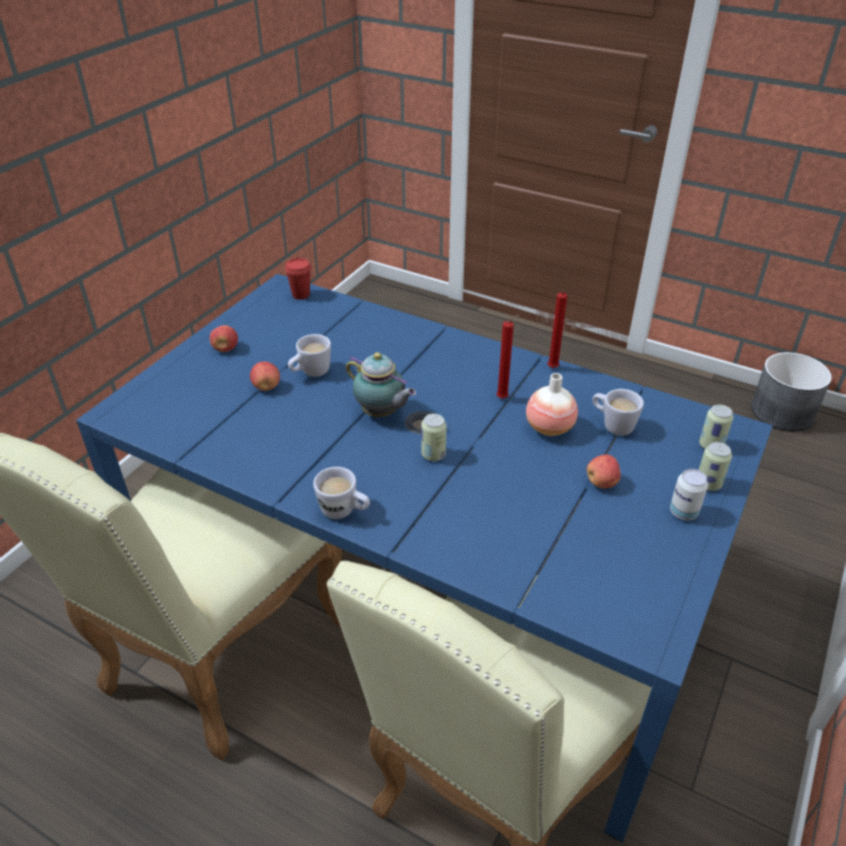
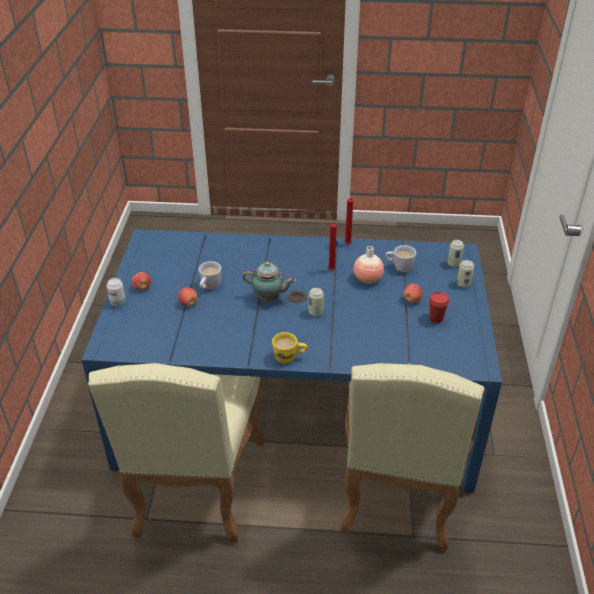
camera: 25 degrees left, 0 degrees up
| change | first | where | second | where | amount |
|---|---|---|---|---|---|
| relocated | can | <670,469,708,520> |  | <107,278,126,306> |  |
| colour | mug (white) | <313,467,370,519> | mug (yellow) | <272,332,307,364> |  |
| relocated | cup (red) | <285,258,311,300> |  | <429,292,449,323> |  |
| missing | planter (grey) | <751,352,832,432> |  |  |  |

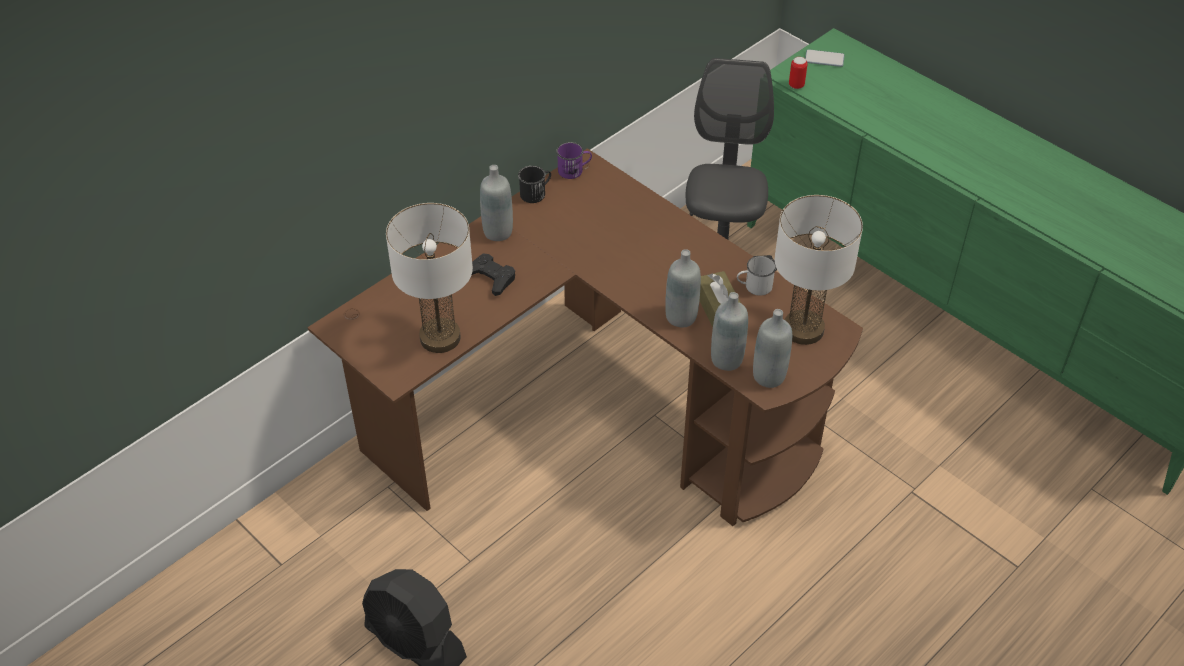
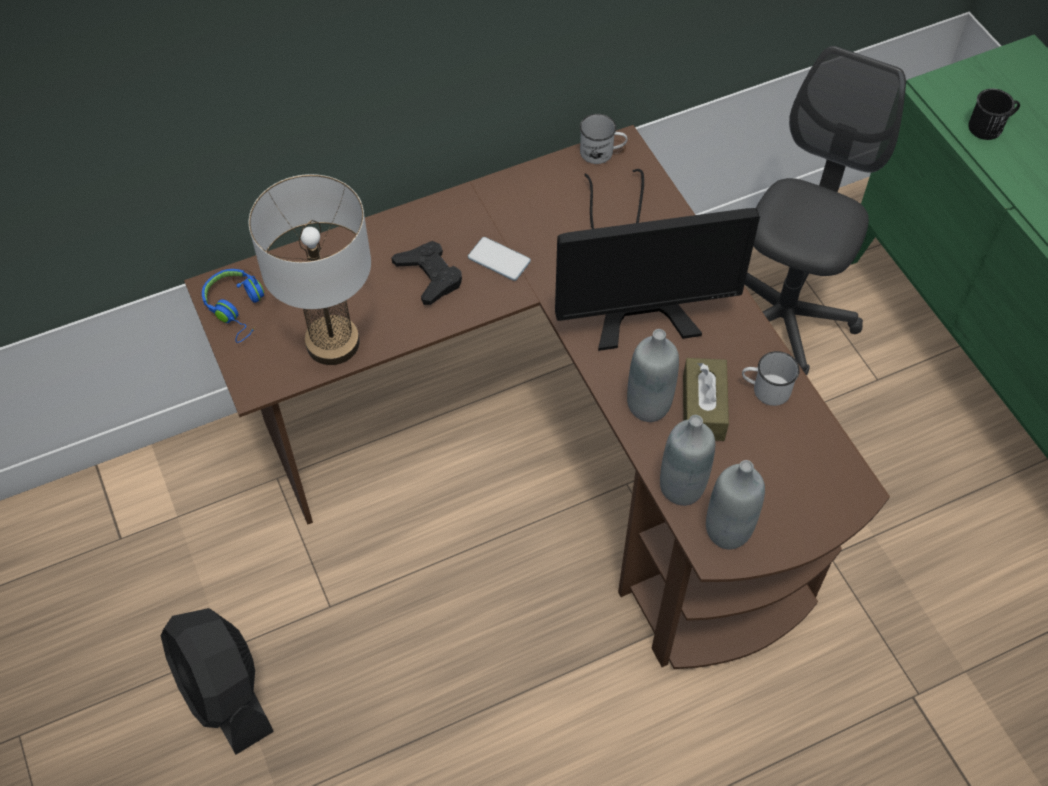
camera: 20 degrees right, 10 degrees up
| change | first | where | second | where | amount |
|---|---|---|---|---|---|
| appeared |  |  | headphones (blue) | <202,269,264,343> |  |
| relocated | phone | <805,49,845,67> |  | <468,237,531,281> |  |
| appeared |  |  | monitor | <555,169,760,351> |  |
| colour | mug (purple) | <556,142,592,179> | mug (white) | <580,114,628,164> |  |
| relocated | mug (black) | <518,166,551,203> |  | <968,89,1020,140> |  |
| missing | bottle (grey) | <480,165,513,241> |  |  |  |
| missing | table lamp | <775,195,863,345> |  |  |  |
| missing | can | <789,57,808,89> |  |  |  |

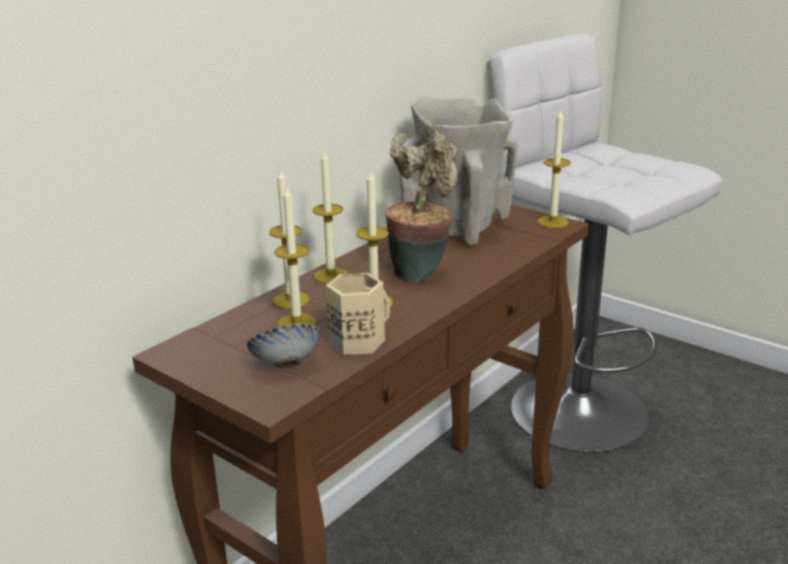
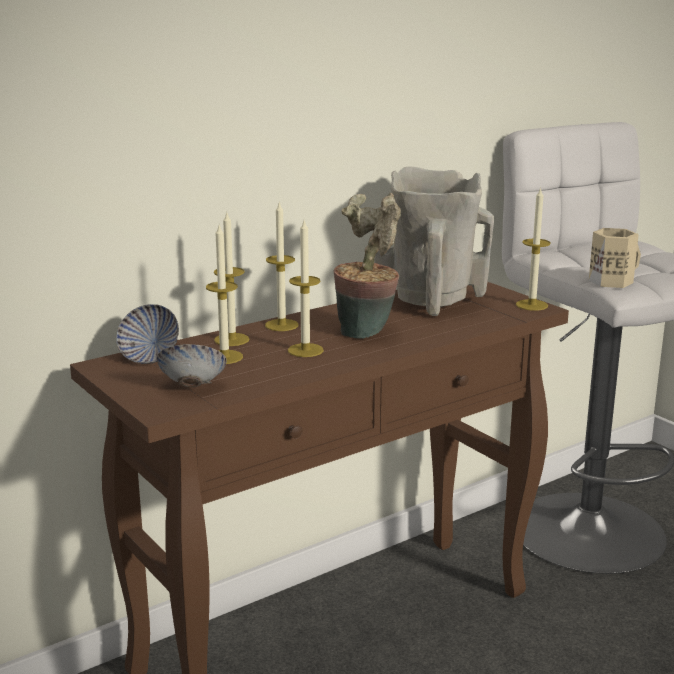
camera: 15 degrees right, 5 degrees down
| change | first | where | second | where | amount |
|---|---|---|---|---|---|
| appeared |  |  | bowl | <116,304,179,364> |  |
| relocated | mug (beige) | <326,273,390,355> |  | <589,228,641,288> |  |

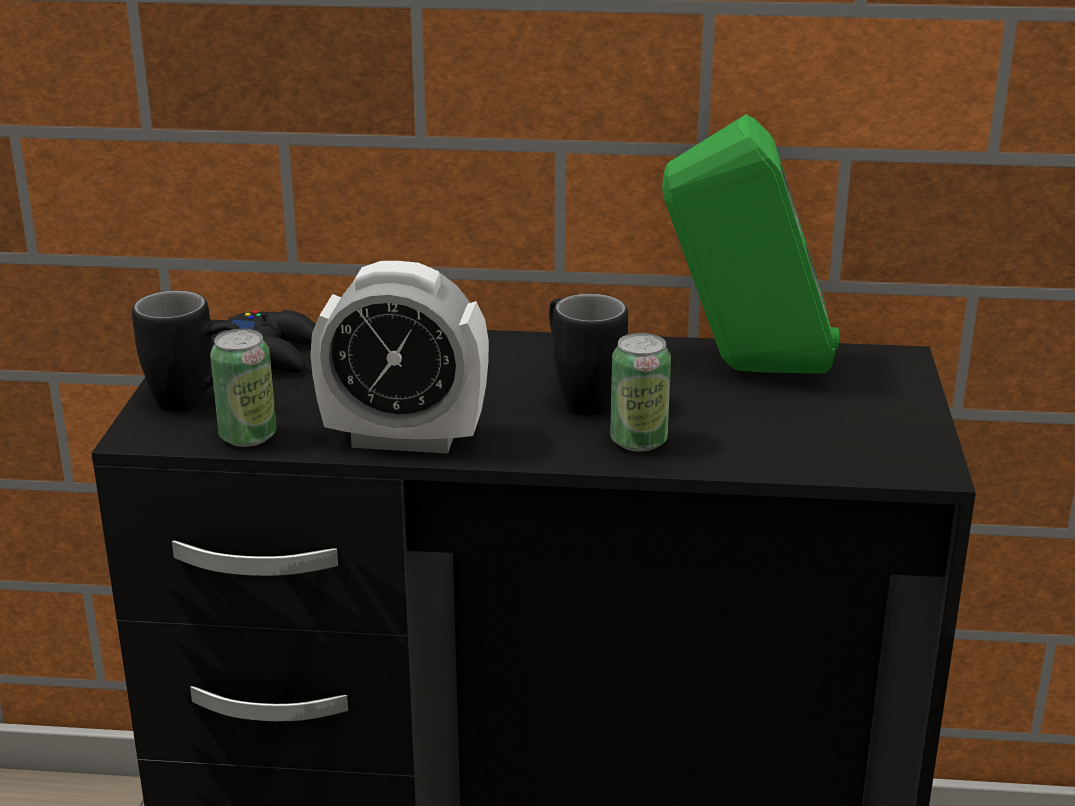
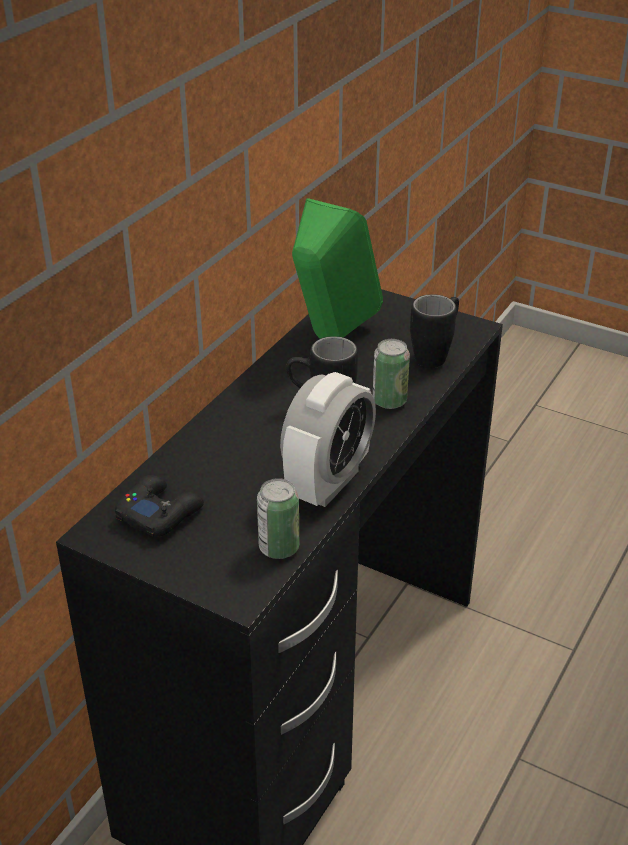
camera: 65 degrees left, 10 degrees up
| change | first | where | second | where | amount |
|---|---|---|---|---|---|
| relocated | mug (black) | <132,291,240,412> |  | <410,294,459,368> |  |

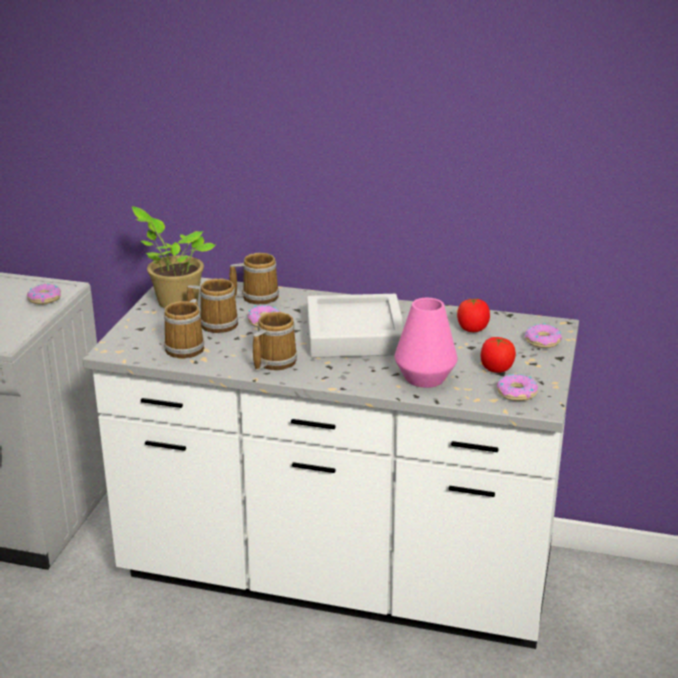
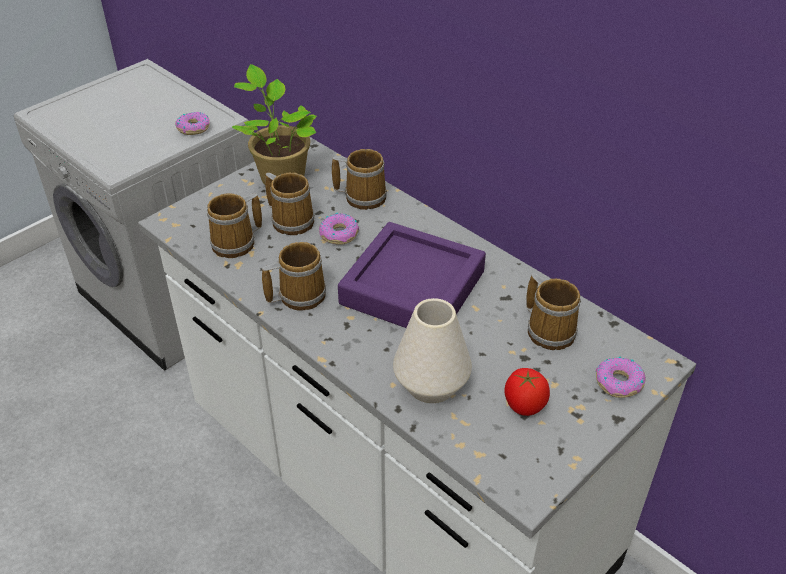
camera: 30 degrees right, 15 degrees up
| change | first | where | second | where | amount |
|---|---|---|---|---|---|
| colour | tray (grey) | <307,294,404,358> | tray (purple) | <338,222,486,328> |  |
| colour | vase (pink) | <395,298,457,388> | vase (white) | <393,298,472,403> |  |
| exchanged | tomato | <457,298,490,332> | mug | <526,273,581,350> |  |
| missing | donut | <497,374,538,401> |  |  |  |

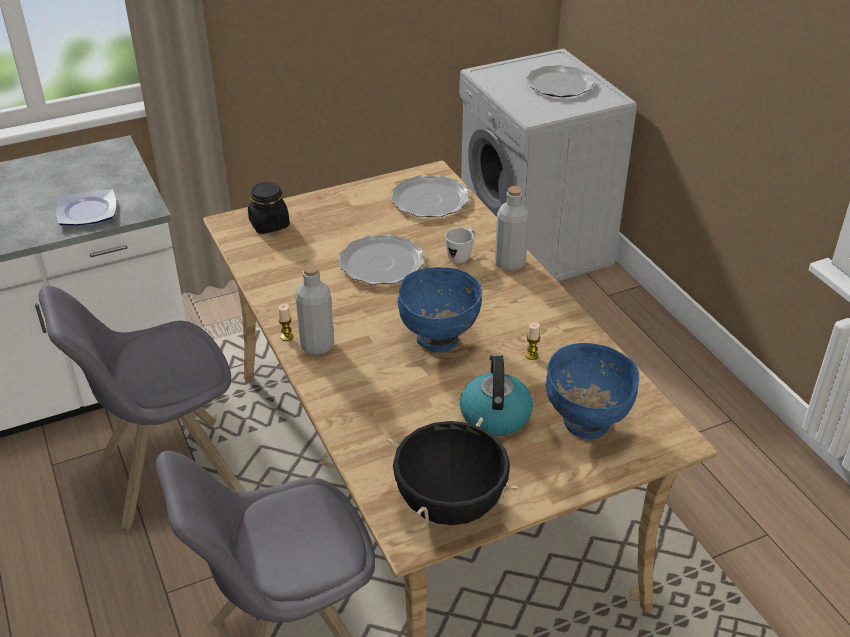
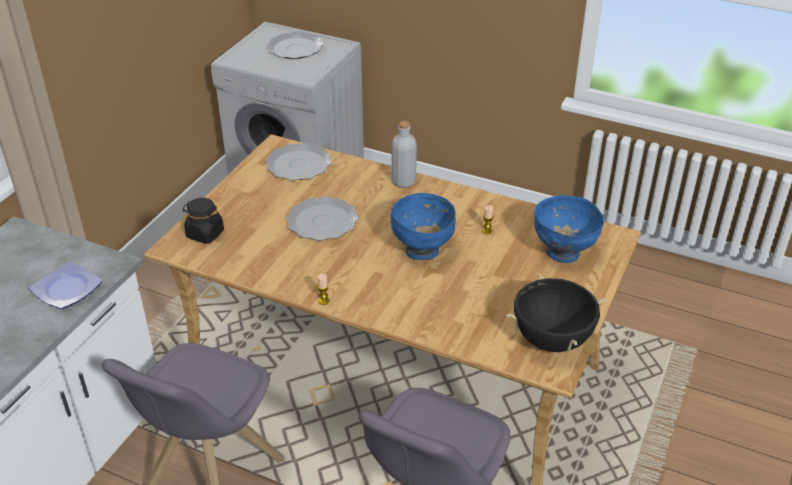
camera: 40 degrees left, 0 degrees up
| change | first | where | second | where | amount |
|---|---|---|---|---|---|
| missing | bottle (grey) | <295,264,334,355> |  |  |  |
| missing | mug (white) | <445,228,475,263> |  |  |  |
| missing | kettle | <460,354,533,436> |  |  |  |

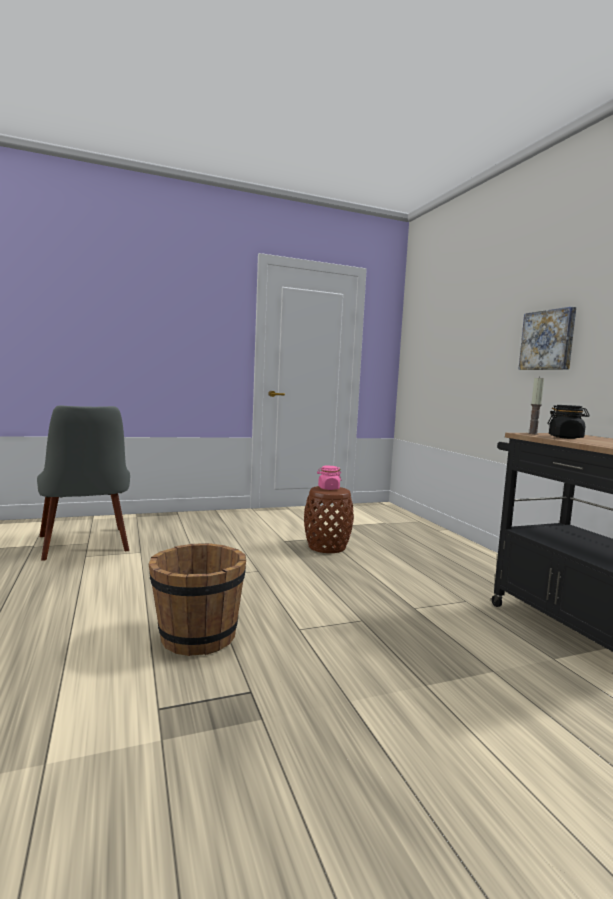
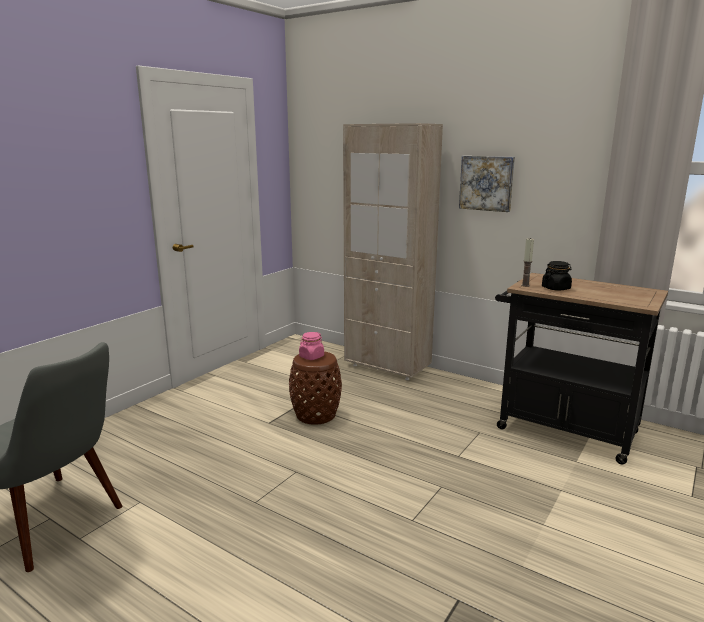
camera: 35 degrees left, 10 degrees up
| change | first | where | second | where | amount |
|---|---|---|---|---|---|
| appeared |  |  | cabinet (beige) | <343,123,443,380> |  |
| missing | bucket (brown) | <149,543,246,656> |  |  |  |

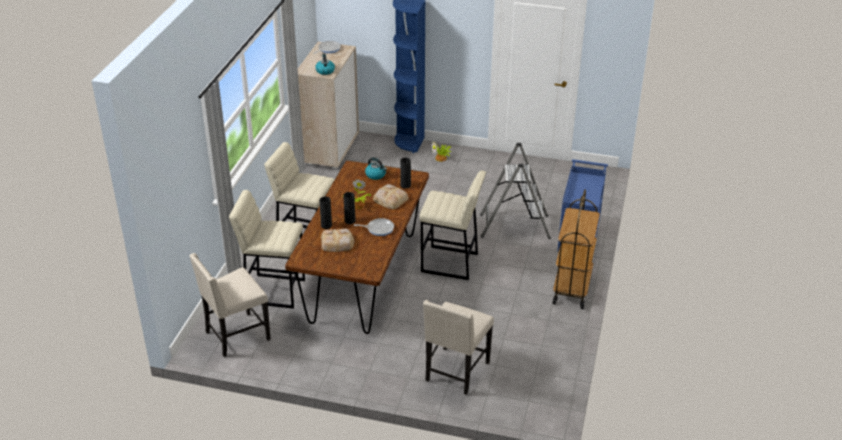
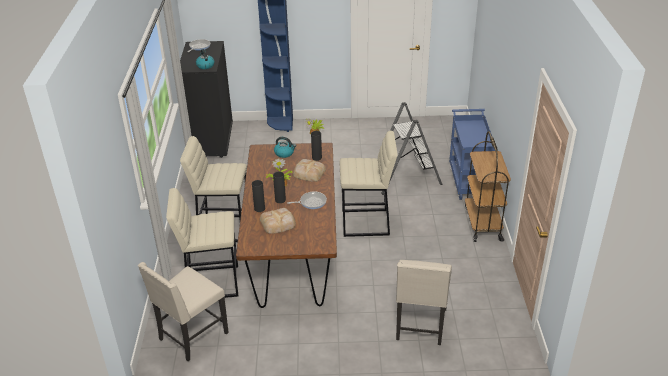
camera: 15 degrees left, 0 degrees up
| change | first | where | second | where | amount |
|---|---|---|---|---|---|
| colour | cabinet (beige) | <298,42,359,169> | cabinet (black) | <180,41,233,158> |  |

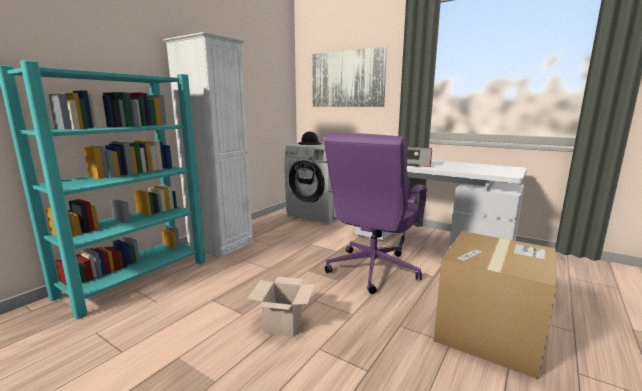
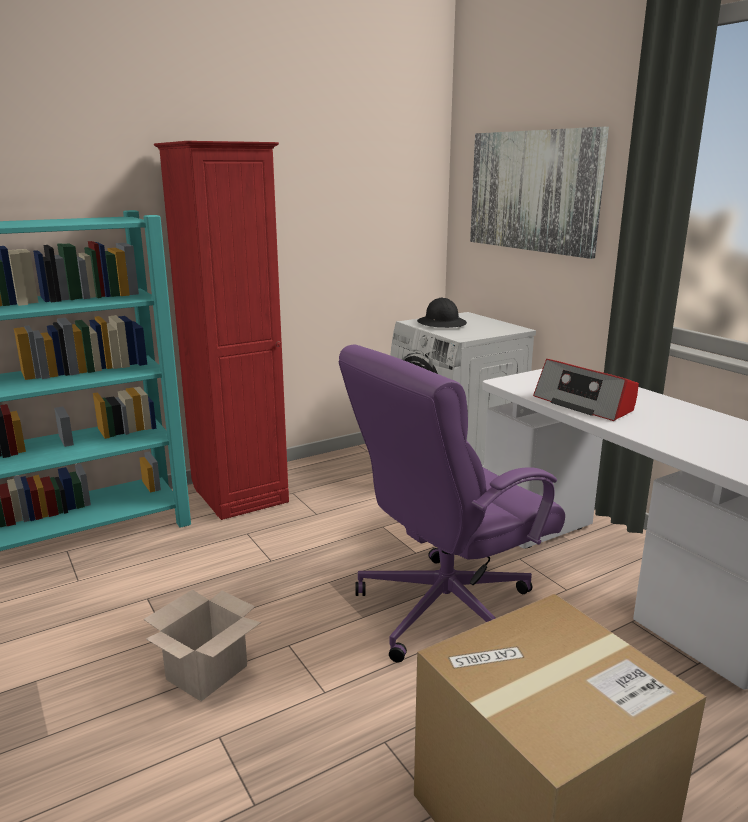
camera: 25 degrees right, 5 degrees up
| change | first | where | second | where | amount |
|---|---|---|---|---|---|
| colour | cabinet (white) | <163,32,253,257> | cabinet (red) | <154,141,289,520> |  |

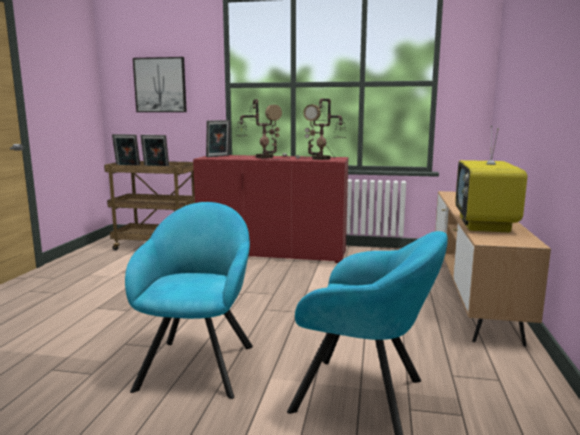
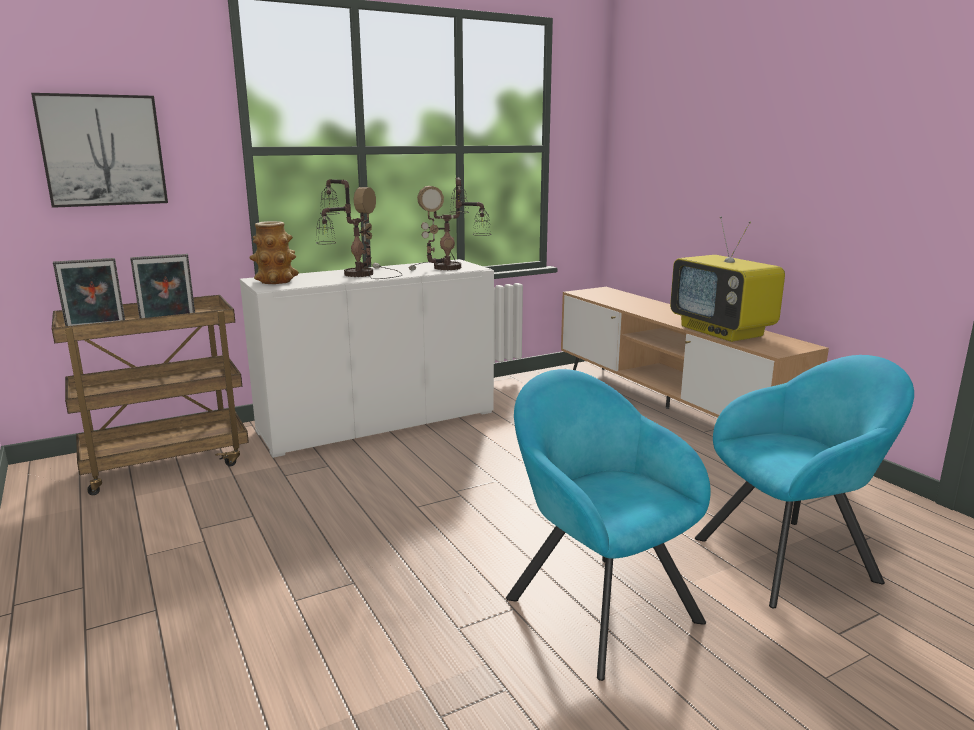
camera: 40 degrees left, 5 degrees up
| change | first | where | second | where | amount |
|---|---|---|---|---|---|
| colour | cabinet (red) | <193,155,349,263> | cabinet (white) | <240,259,494,458> |  |
| exchanged | picture frame | <206,120,230,157> | vase | <249,221,299,284> |  |

